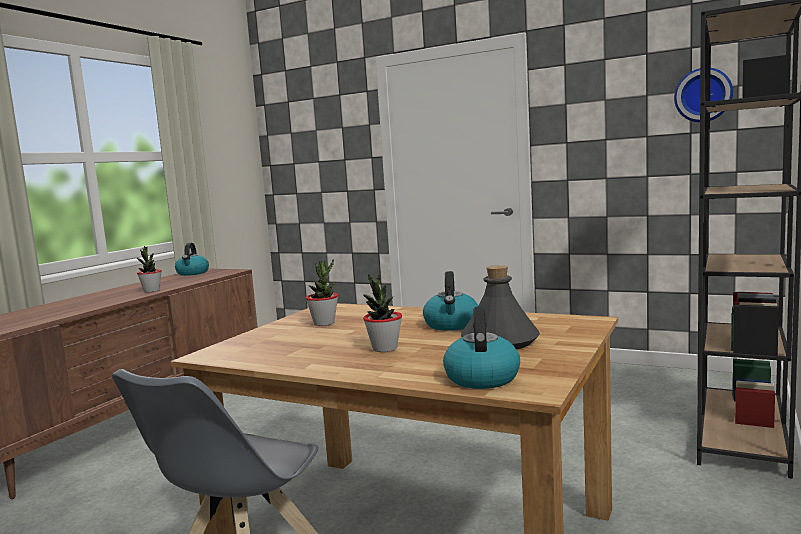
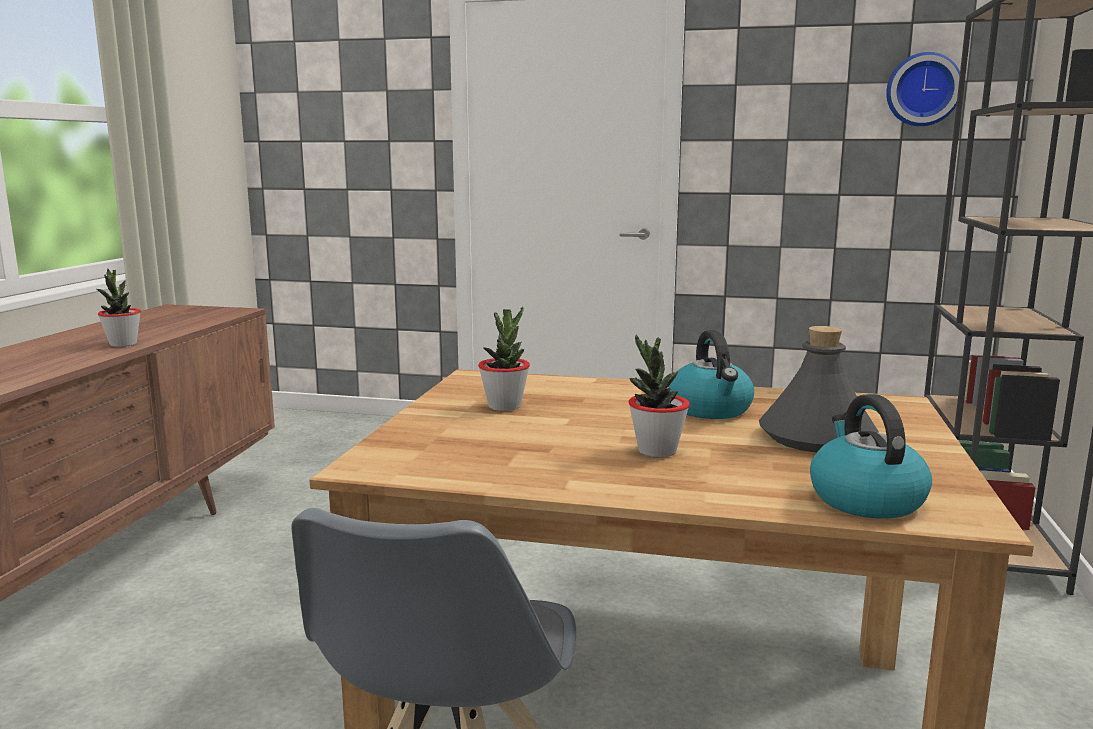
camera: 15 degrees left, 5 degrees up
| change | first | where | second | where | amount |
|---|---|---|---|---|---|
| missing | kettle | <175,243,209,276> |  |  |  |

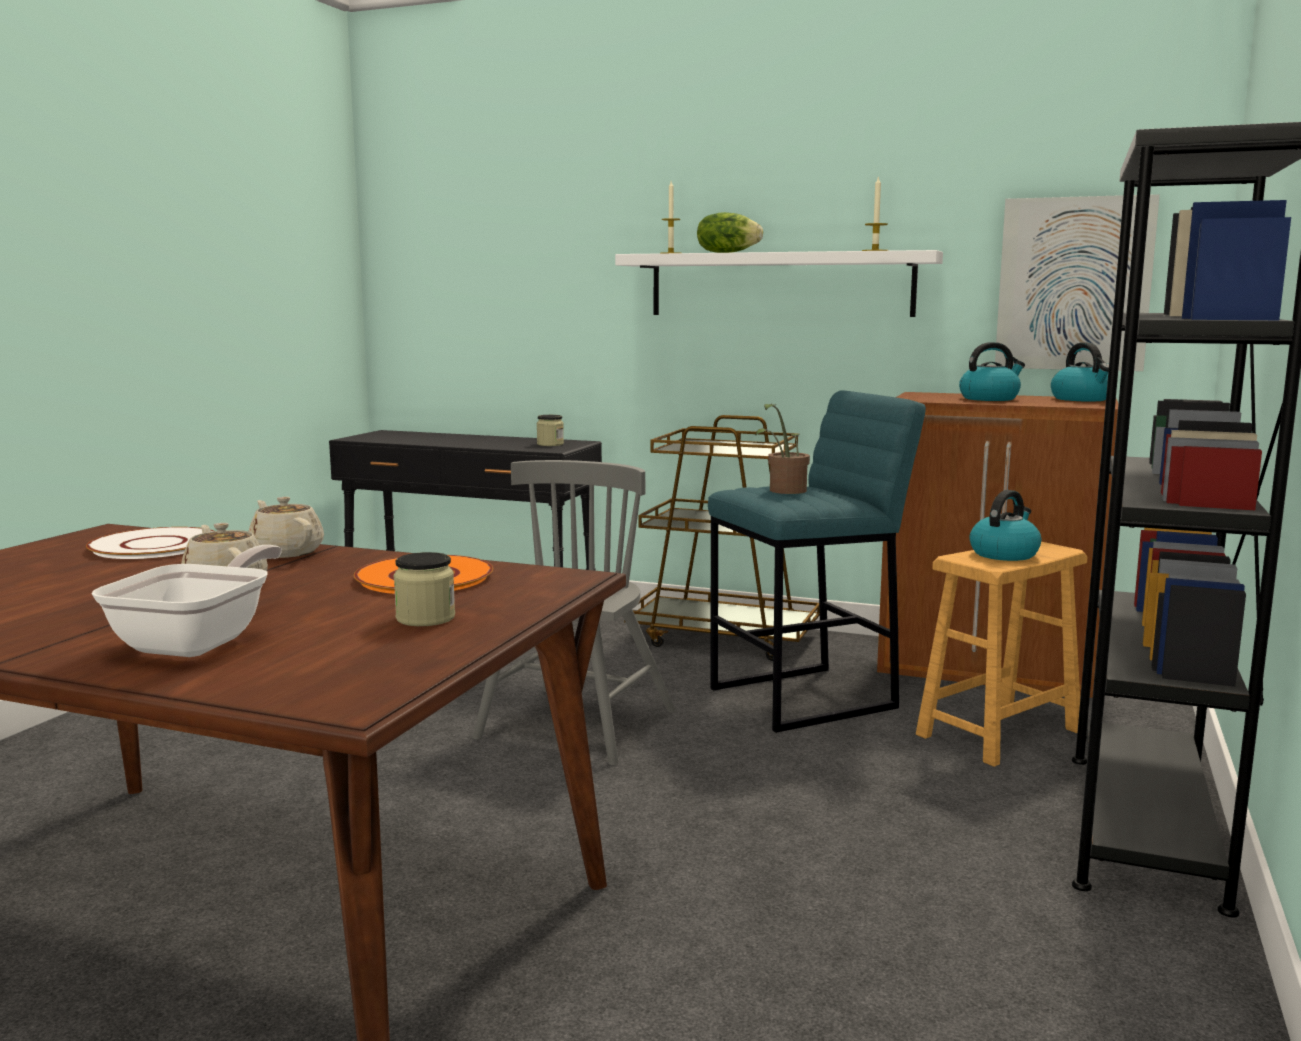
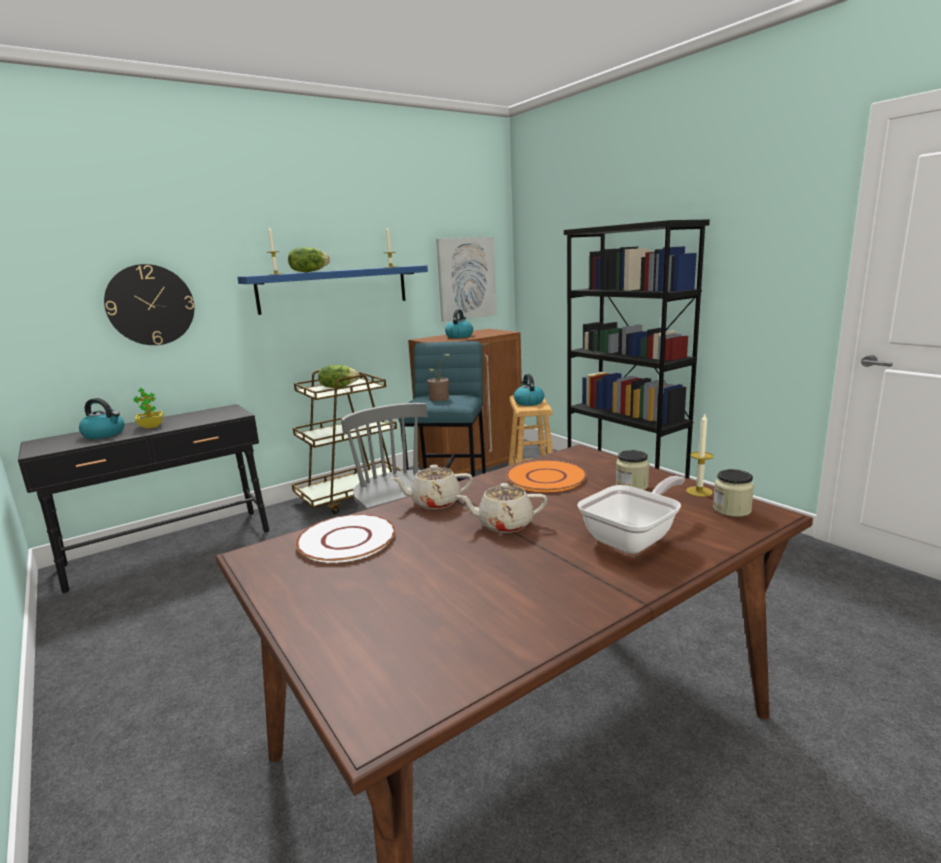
camera: 55 degrees left, 5 degrees up
| change | first | where | second | where | amount |
|---|---|---|---|---|---|
| relocated | kettle | <1051,342,1109,402> |  | <79,398,124,439> |  |
| appeared |  |  | wall clock | <104,264,194,345> |  |
| appeared |  |  | potted plant | <133,388,164,429> |  |
| colour | shelf (white) | <615,250,943,317> | shelf (blue) | <237,266,428,315> |  |
| appeared |  |  | lettuce | <318,365,359,388> |  |
| spun | frying pan | <92,545,282,657> |  | <577,476,685,554> | 90 degrees clockwise |
| appeared |  |  | candle | <686,414,714,497> |  |
| relocated | jar | <537,415,564,446> |  | <713,469,754,517> |  |

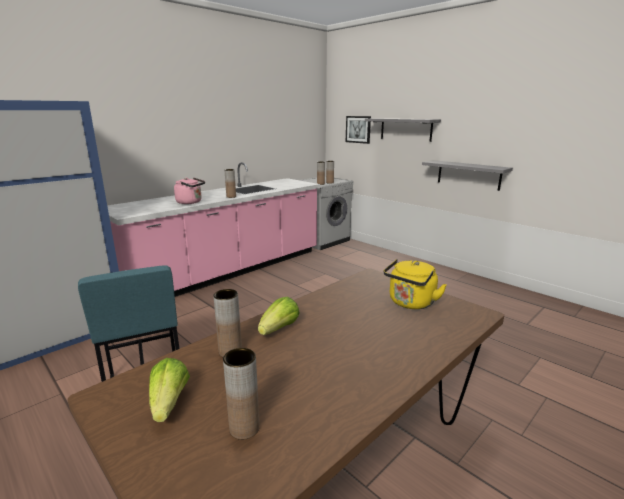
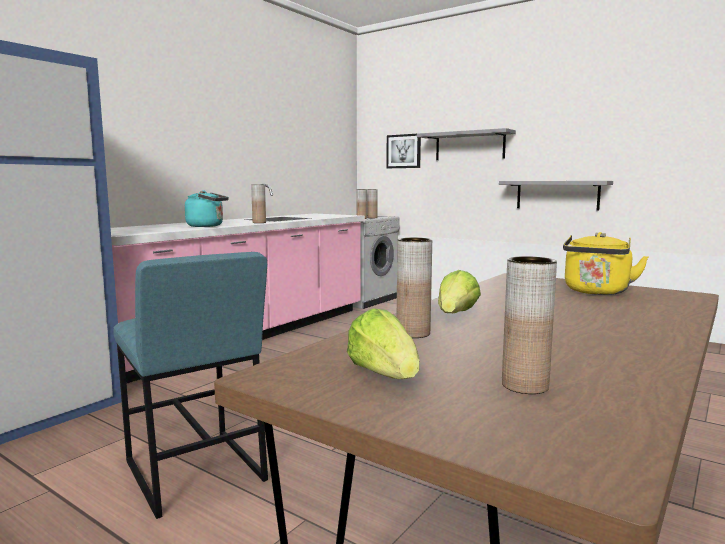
camera: 10 degrees left, 10 degrees down
| change | first | where | second | where | amount |
|---|---|---|---|---|---|
| colour | kettle (pink) | <174,177,205,204> | kettle (turquoise) | <185,190,229,227> |  |

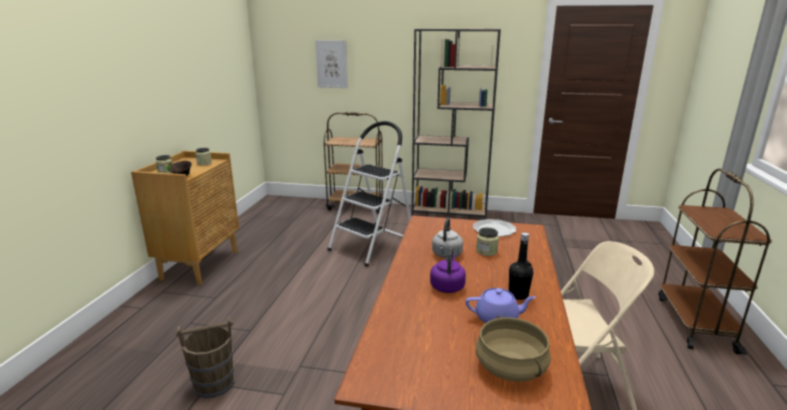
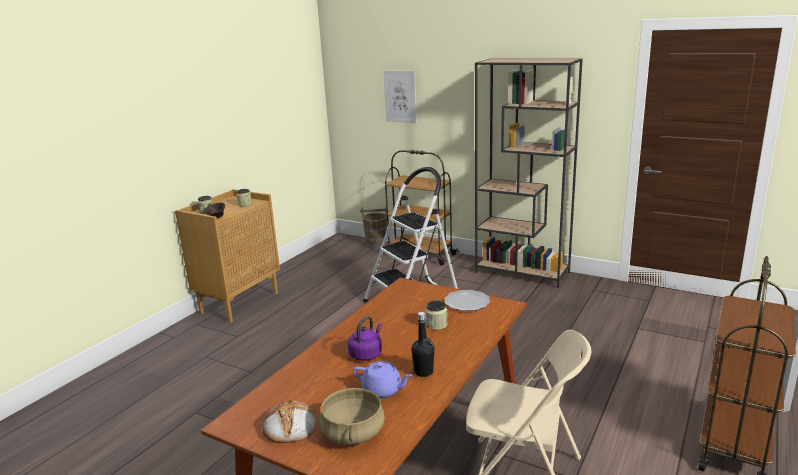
camera: 20 degrees right, 0 degrees up
| change | first | where | second | where | amount |
|---|---|---|---|---|---|
| appeared |  |  | bread | <263,400,317,443> |  |
| relocated | bucket (brown) | <176,317,234,398> |  | <360,208,387,248> |  |
| missing | kettle (grey) | <432,217,463,258> |  |  |  |

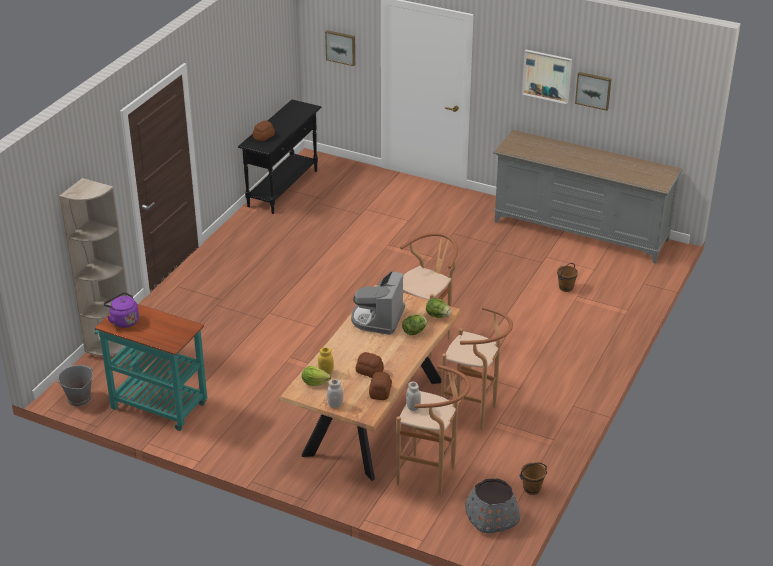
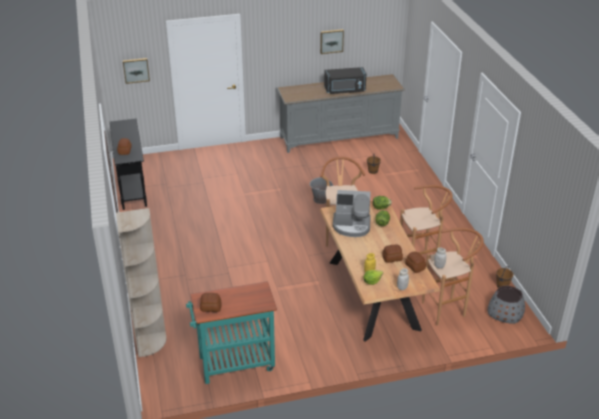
camera: 40 degrees left, 0 degrees up
| change | first | where | second | where | amount |
|---|---|---|---|---|---|
| exchanged | kettle (purple) | <104,292,139,328> | bread | <200,293,222,312> |  |
| relocated | bucket (grey) | <57,365,93,407> |  | <310,177,333,204> |  |
| appeared |  |  | microwave (black) | <324,67,366,94> |  |
| spun | coffee machine | <351,271,405,335> |  | <333,190,371,237> | 60 degrees counterclockwise |
| missing | picture | <522,50,572,104> |  |  |  |

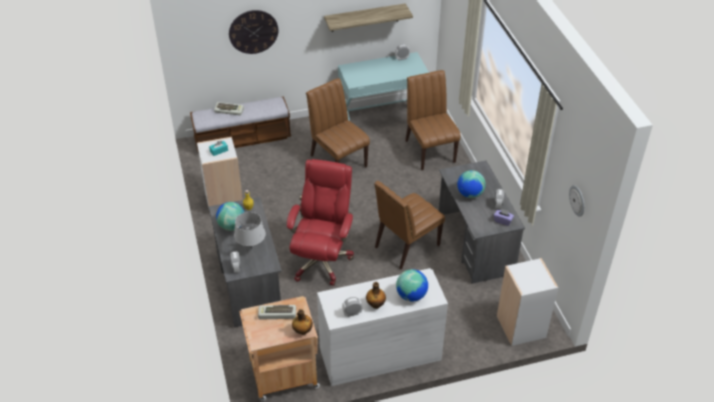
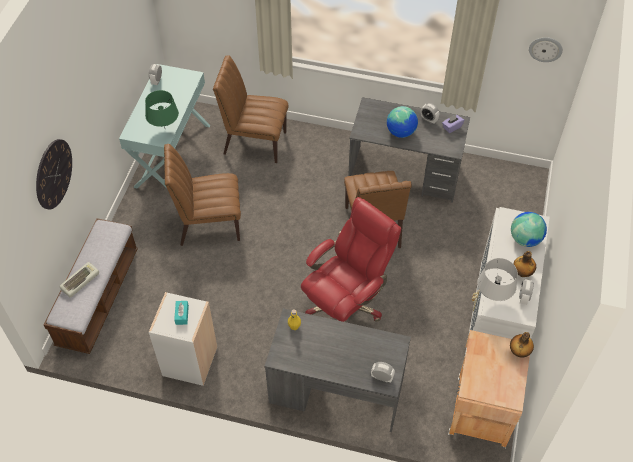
camera: 60 degrees left, 10 degrees up
| change | first | where | second | where | amount |
|---|---|---|---|---|---|
| appeared |  |  | table lamp (green) | <145,90,179,128> |  |
| spun | office chair (red) | <287,159,354,286> |  | <301,197,401,322> | 90 degrees clockwise |
| relocated | table lamp (grey) | <234,212,266,249> |  | <477,258,517,301> |  |
| missing | globe | <216,202,245,231> |  |  |  |
| missing | keyboard | <258,305,296,320> |  |  |  |
| missing | shelf | <324,3,413,32> |  |  |  |
| missing | bookcase | <497,258,558,346> |  |  |  |

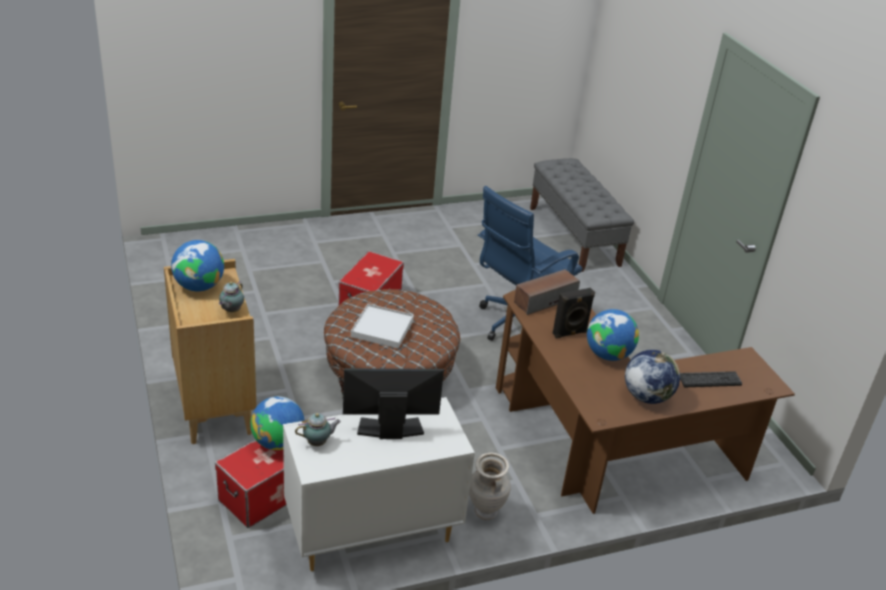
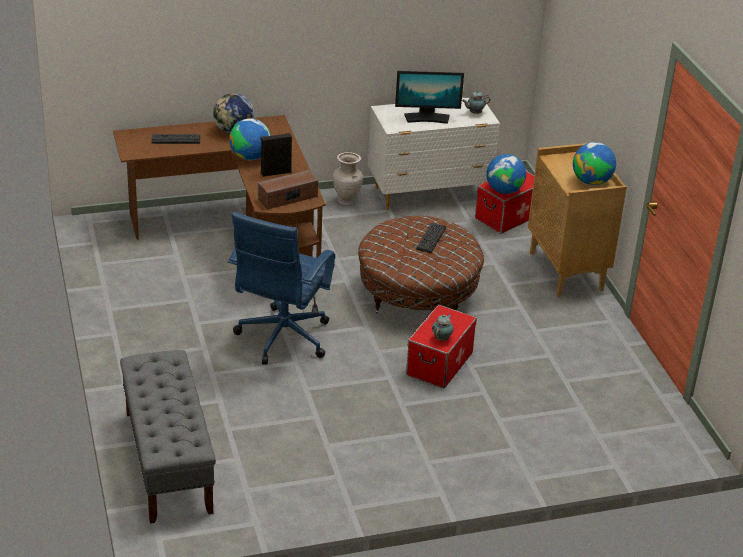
camera: 175 degrees left, 0 degrees up
| change | first | where | second | where | amount |
|---|---|---|---|---|---|
| spun | office chair (blue) | <478,186,582,341> |  | <228,212,335,365> | 150 degrees clockwise |
| exchanged | tray (white) | <351,304,414,348> | keyboard | <416,223,446,253> |  |
| relocated | teapot | <219,281,244,312> |  | <432,314,454,341> |  |

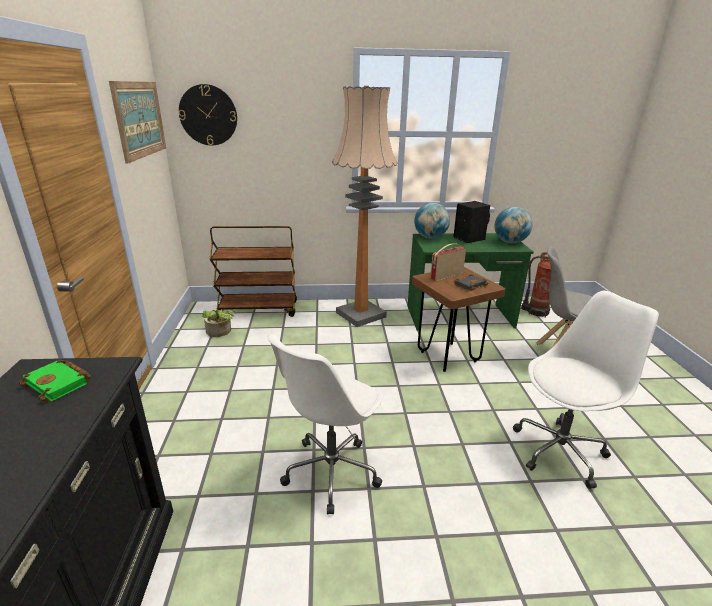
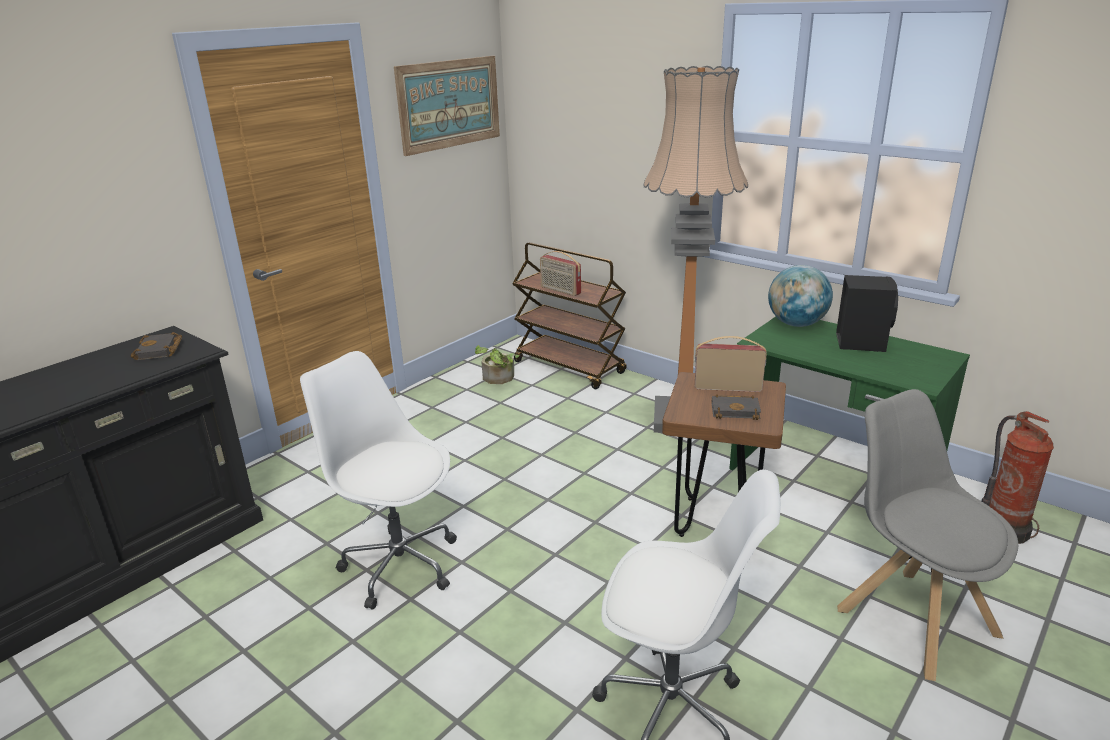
camera: 45 degrees right, 0 degrees up
| change | first | where | second | where | amount |
|---|---|---|---|---|---|
| colour | book (green) | <18,360,92,402> | book (black) | <130,332,182,360> |  |
| spun | office chair (white) | <267,334,384,514> |  | <300,351,457,609> | 45 degrees clockwise |
| appeared |  |  | radio | <540,251,581,296> |  |
| missing | wall clock | <179,84,237,146> |  |  |  |
| missing | globe | <495,207,533,243> |  |  |  |

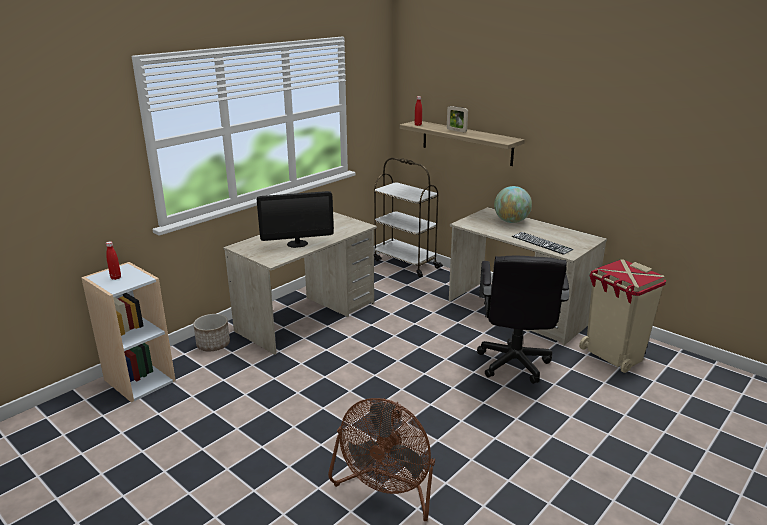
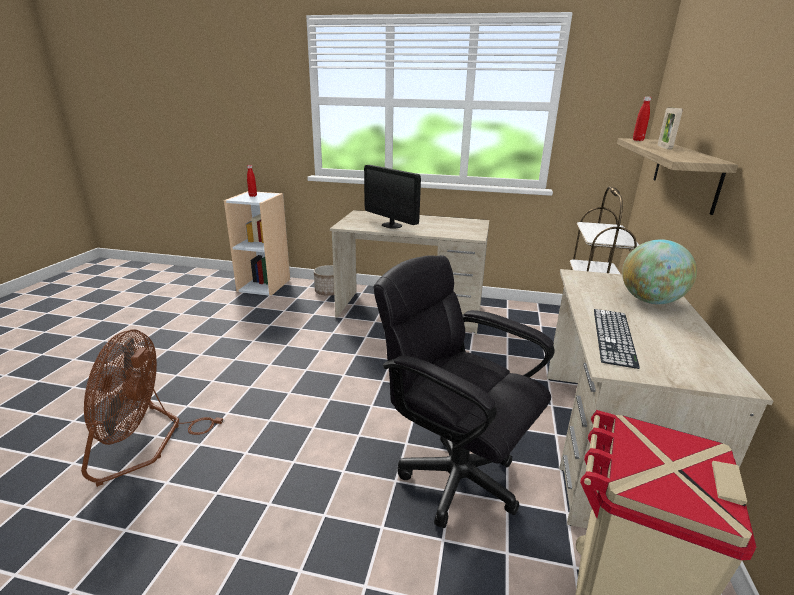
camera: 60 degrees right, 0 degrees up
| change | first | where | second | where | amount |
|---|---|---|---|---|---|
| spun | office chair (black) | <477,256,569,384> |  | <373,255,555,528> | 60 degrees clockwise |

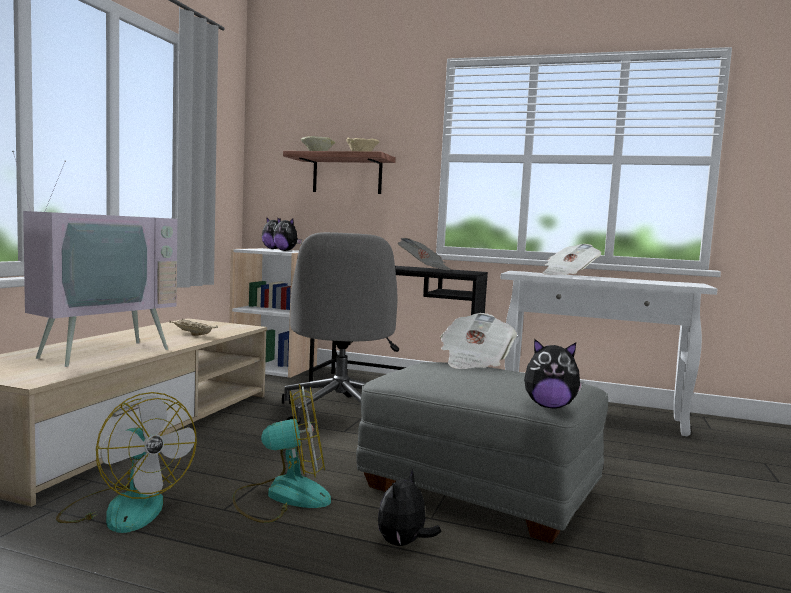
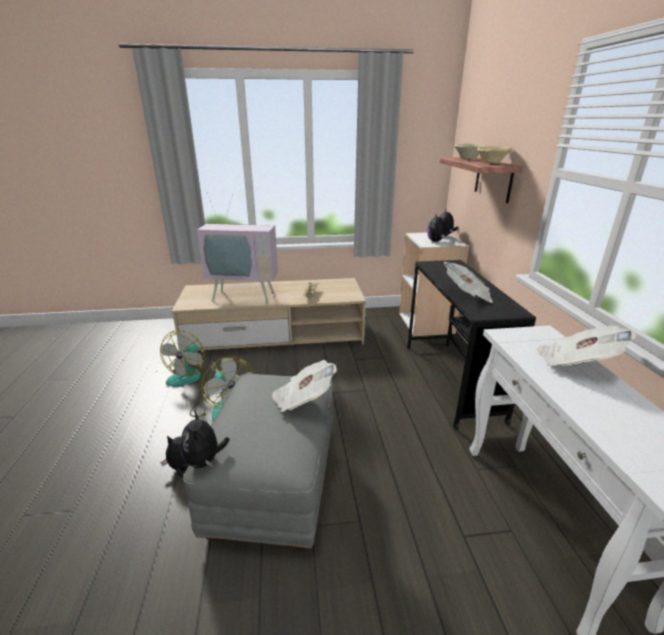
camera: 65 degrees right, 20 degrees up
| change | first | where | second | where | amount |
|---|---|---|---|---|---|
| missing | office chair (grey) | <282,232,399,424> |  |  |  |

